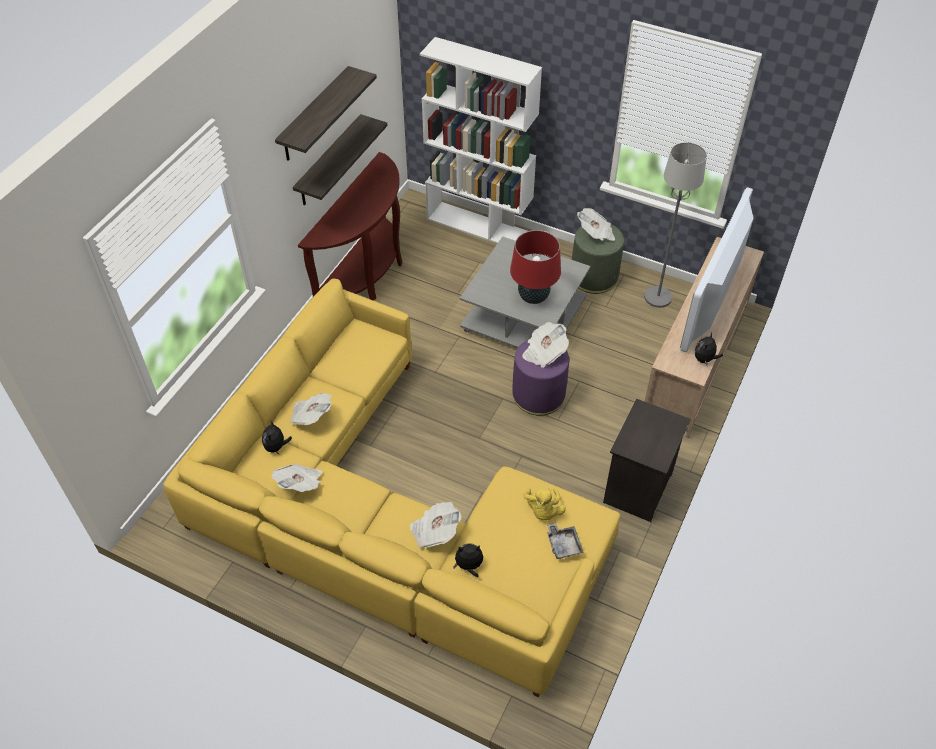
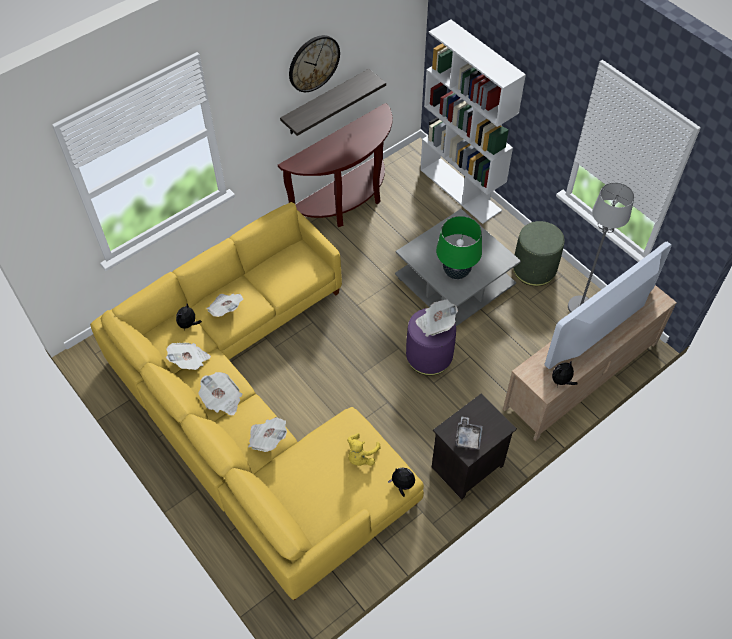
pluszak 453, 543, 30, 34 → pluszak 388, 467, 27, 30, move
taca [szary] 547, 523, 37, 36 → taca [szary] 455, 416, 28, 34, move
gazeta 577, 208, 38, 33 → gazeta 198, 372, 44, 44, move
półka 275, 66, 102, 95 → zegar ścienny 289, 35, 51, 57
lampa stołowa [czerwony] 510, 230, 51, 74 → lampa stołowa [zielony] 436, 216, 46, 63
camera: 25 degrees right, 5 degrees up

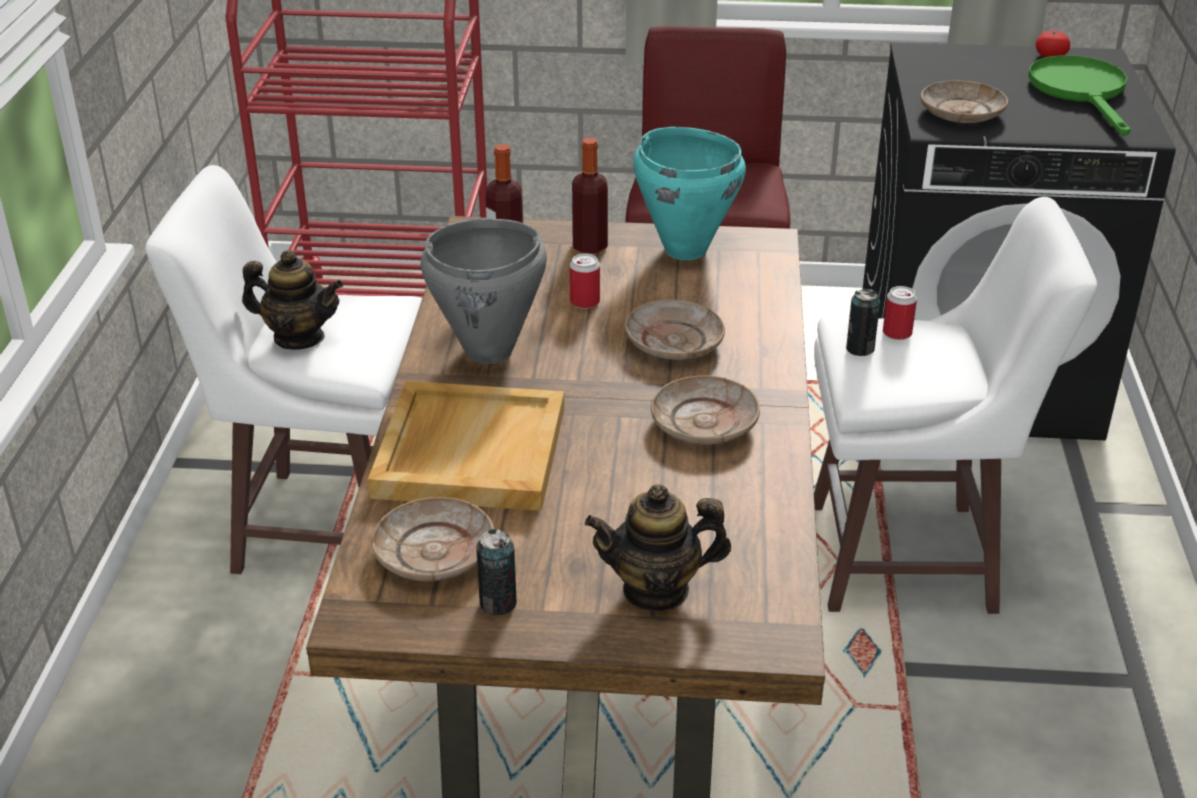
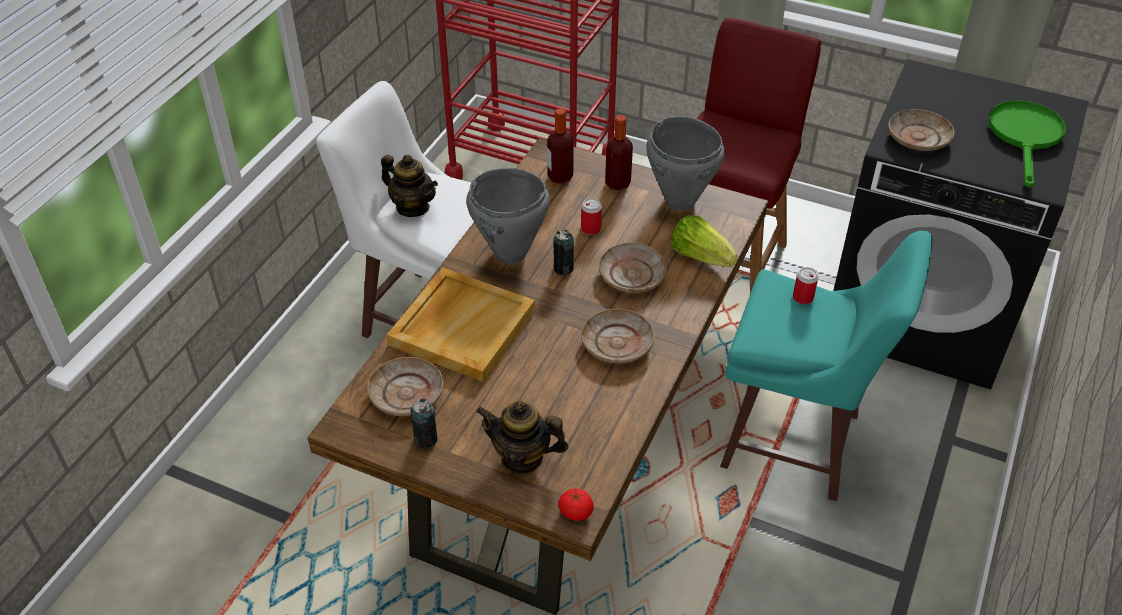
- → sałata 671, 215, 67, 52
puszka 846, 288, 34, 68 → puszka 553, 230, 21, 45, move
pomidor 1036, 30, 34, 27 → pomidor 558, 489, 36, 32, move
garnek [turkusowy] 633, 127, 113, 133 → garnek [szary] 646, 116, 79, 95
stołek [biały] 814, 197, 283, 417 → stołek [turkusowy] 720, 231, 213, 270
camera: 20 degrees right, 10 degrees up

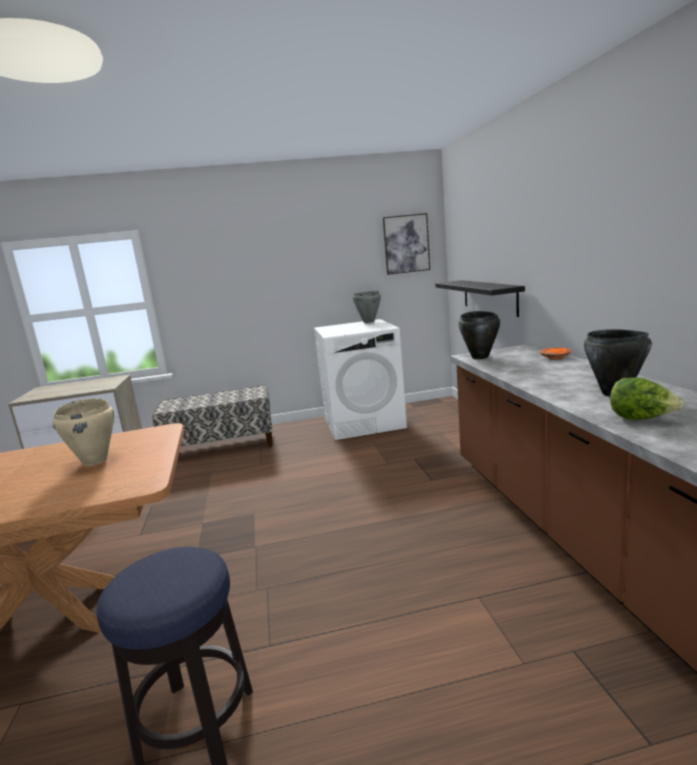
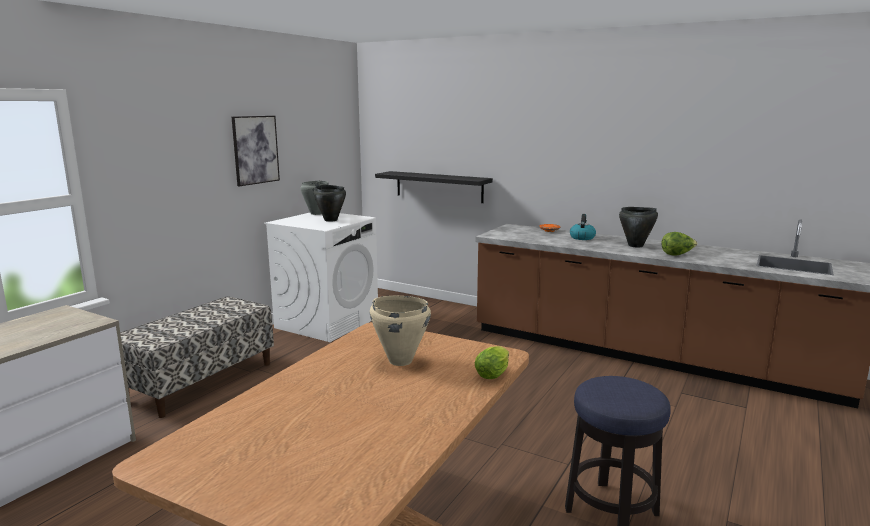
- → sałata 475, 346, 34, 33
- → czajnik 570, 214, 26, 26
obraz 383, 213, 47, 62 → obraz 232, 116, 48, 70, move
garnek [czarny] 458, 311, 42, 48 → garnek [czarny] 314, 185, 32, 37, move
camera: 50 degrees left, 0 degrees up

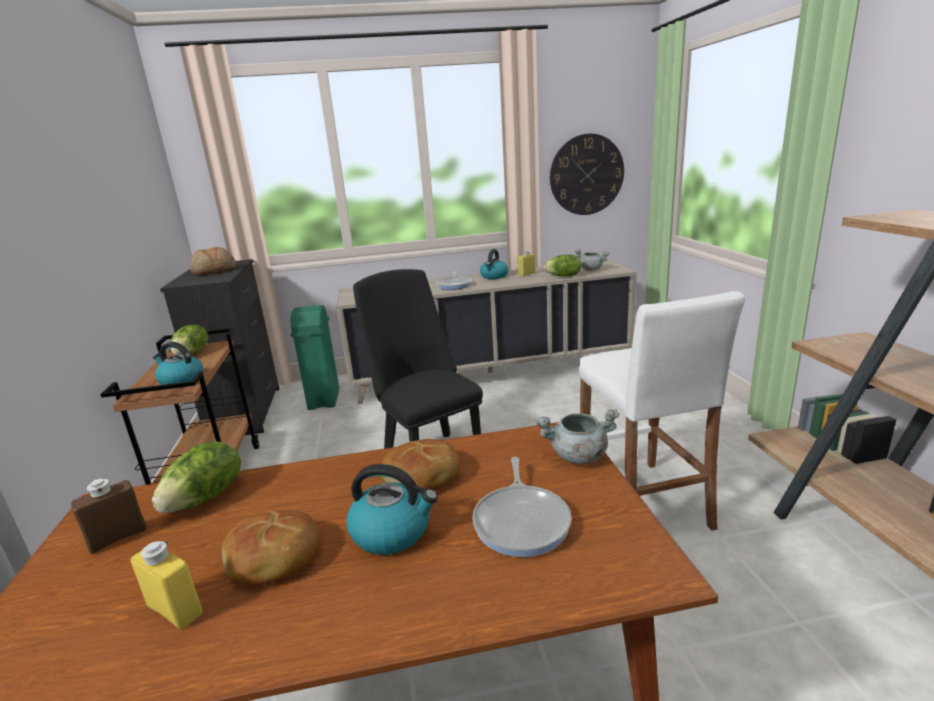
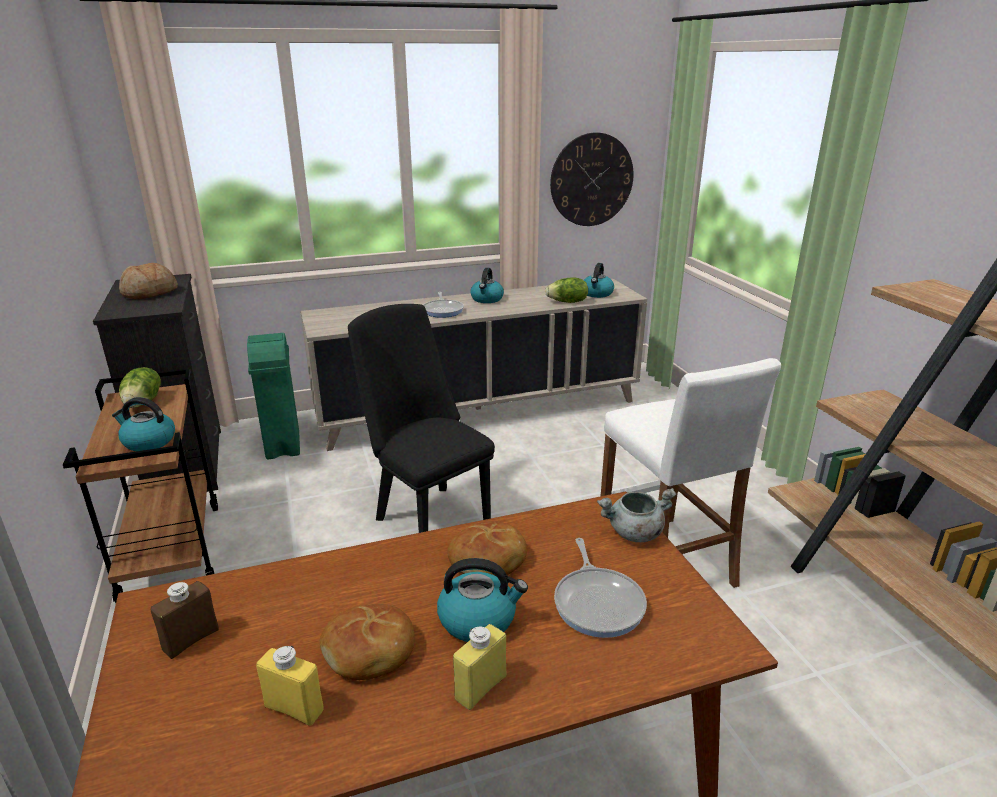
sałata 152, 441, 89, 72 → -
butelka [żółty] 518, 250, 17, 27 → butelka [żółty] 453, 624, 53, 86, move
garnek [szary] 575, 249, 34, 22 → czajnik 584, 263, 30, 35
camera: 10 degrees left, 5 degrees up

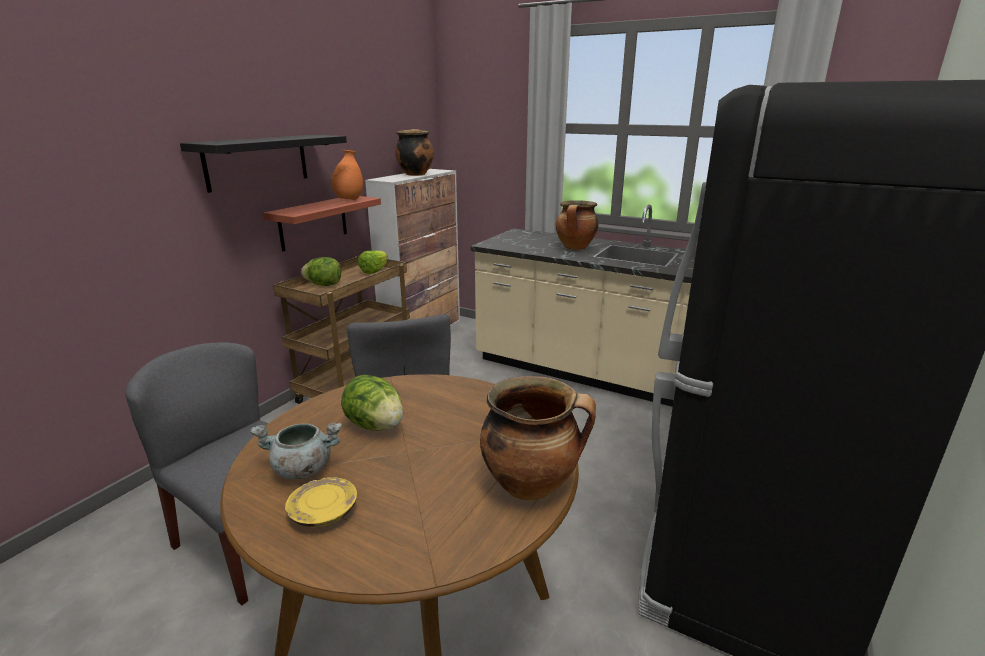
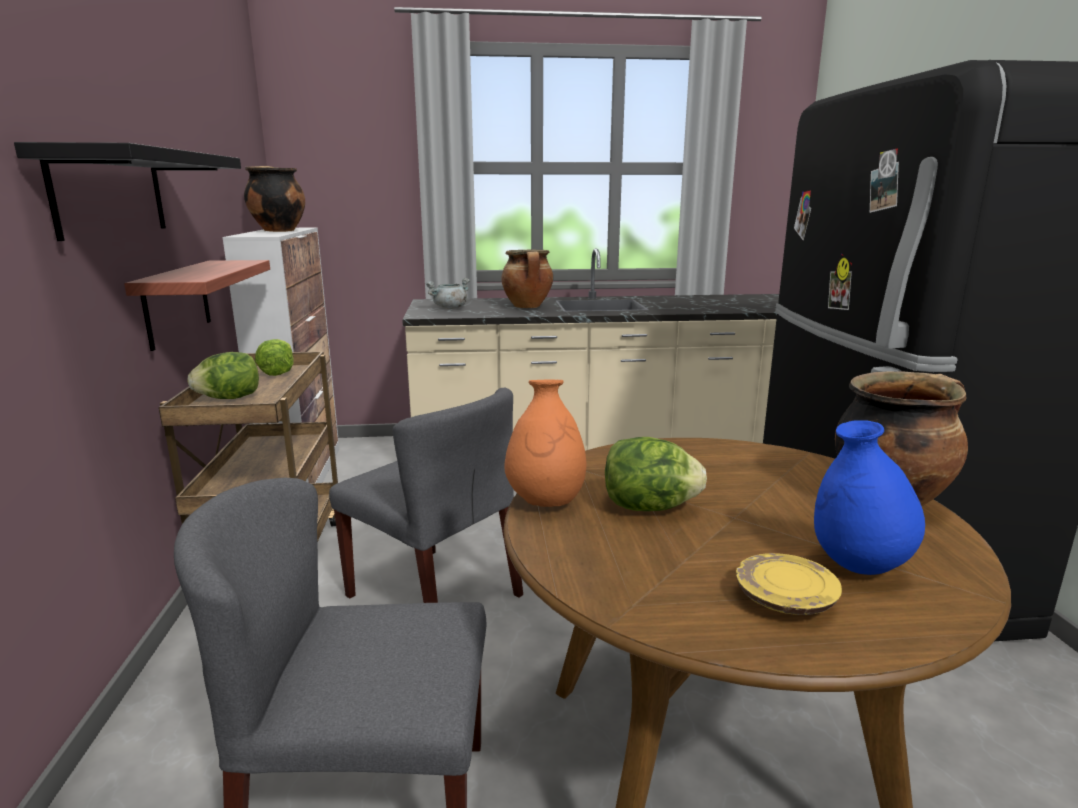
- → wazon [niebieski] 814, 420, 111, 155
garnek [szary] 250, 423, 92, 56 → garnek [szary] 425, 278, 45, 31, move
wazon [pomarańczowy] 331, 150, 32, 50 → wazon [pomarańczowy] 505, 379, 82, 128, move
camera: 35 degrees left, 5 degrees down

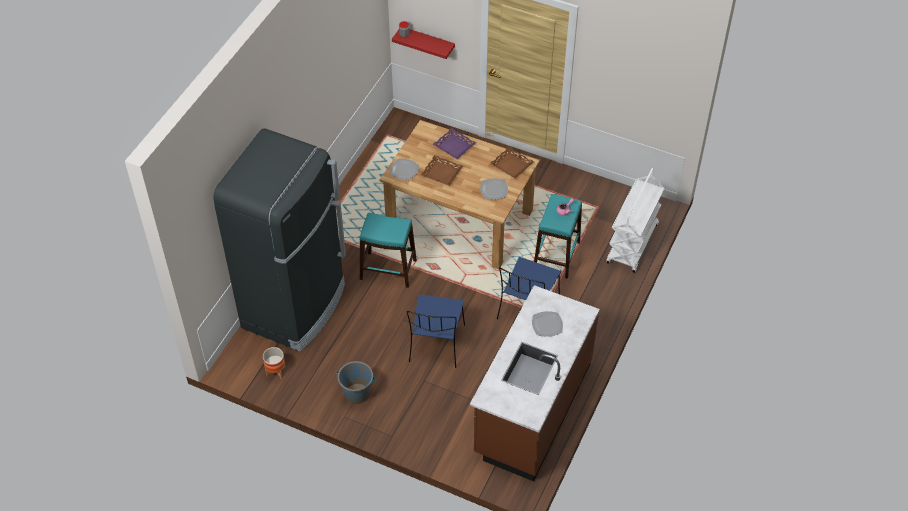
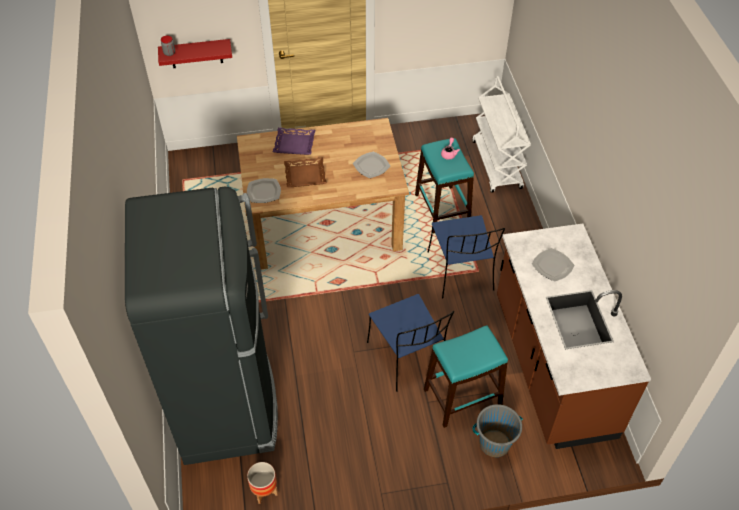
taca [brązowy] 490, 146, 44, 33 → -
wiadro [szary] 336, 361, 40, 43 → wiadro [szary] 473, 404, 50, 53, move
stołek [turkusowy] 359, 213, 58, 75 → stołek [turkusowy] 424, 325, 84, 103, move
camera: 35 degrees left, 0 degrees up

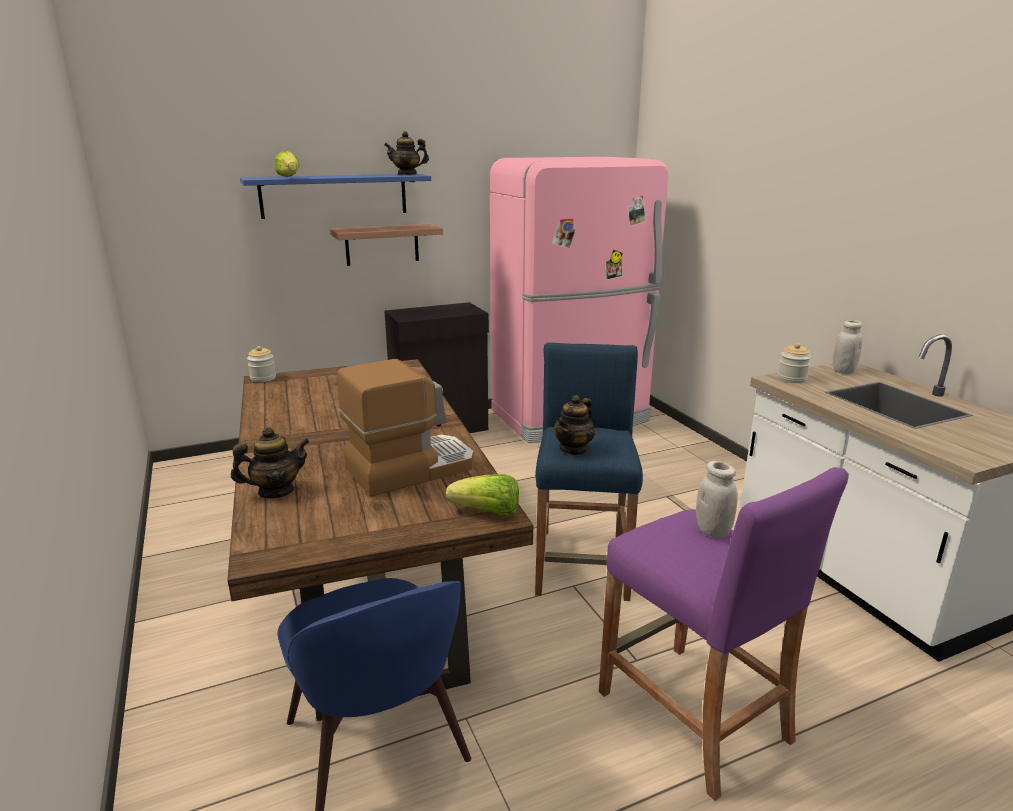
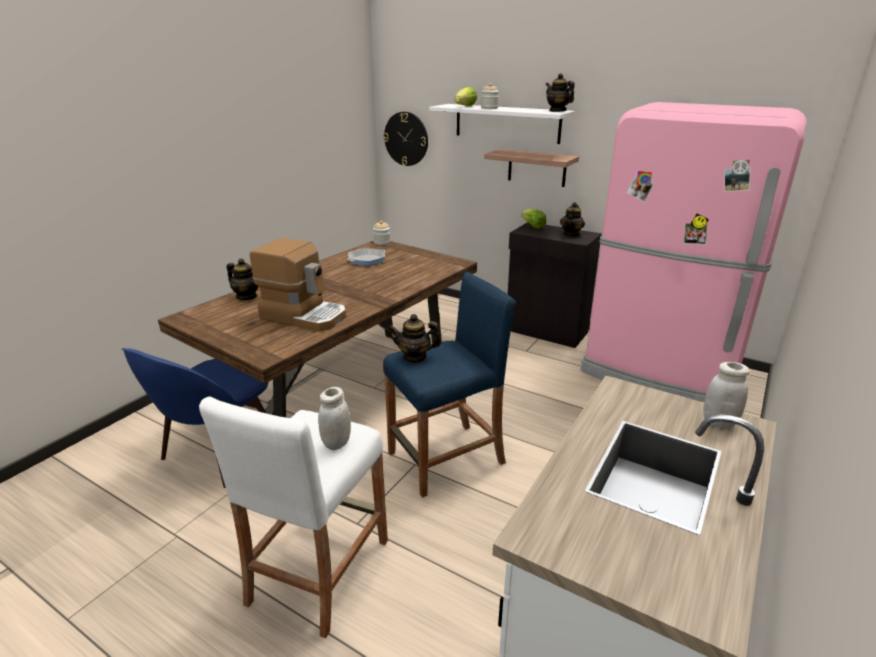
- → patelnia 347, 248, 38, 18
- → zegar ścienny 383, 112, 45, 54
- → imbryk 560, 202, 25, 35
sałata 446, 474, 73, 42 → sałata 521, 209, 25, 20, move
słoik 778, 343, 33, 40 → słoik 481, 83, 18, 26, move
półka [niebieski] 240, 174, 191, 45 → półka [biały] 429, 104, 146, 40
stołek [fioletowy] 599, 467, 250, 334 → stołek [biały] 199, 396, 189, 242
camera: 55 degrees right, 5 degrees up

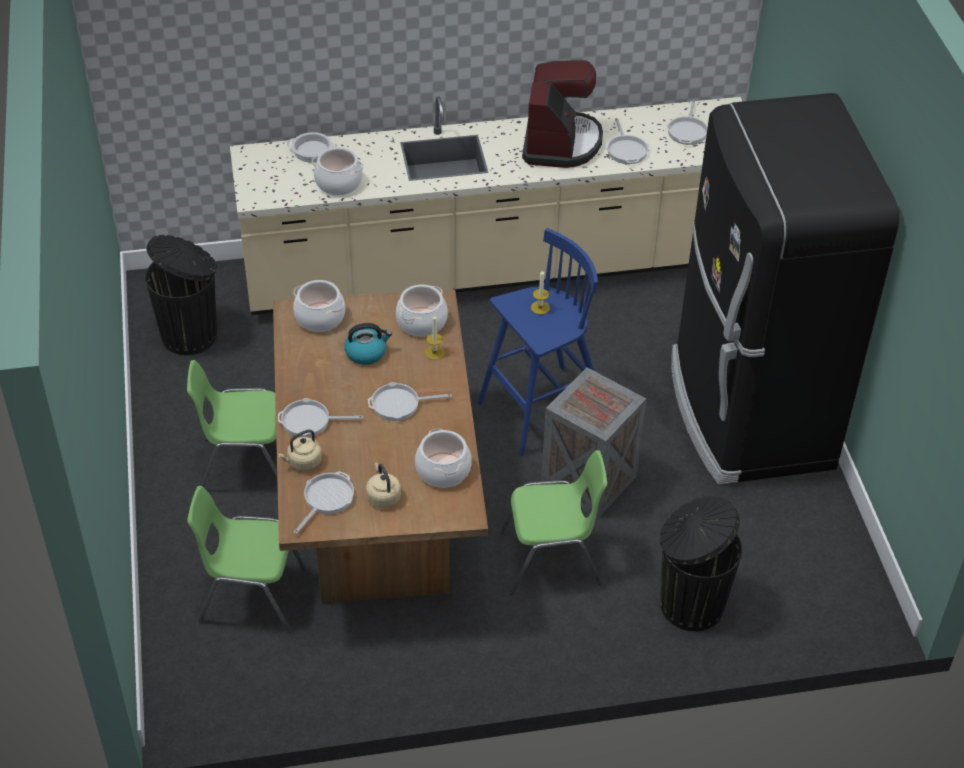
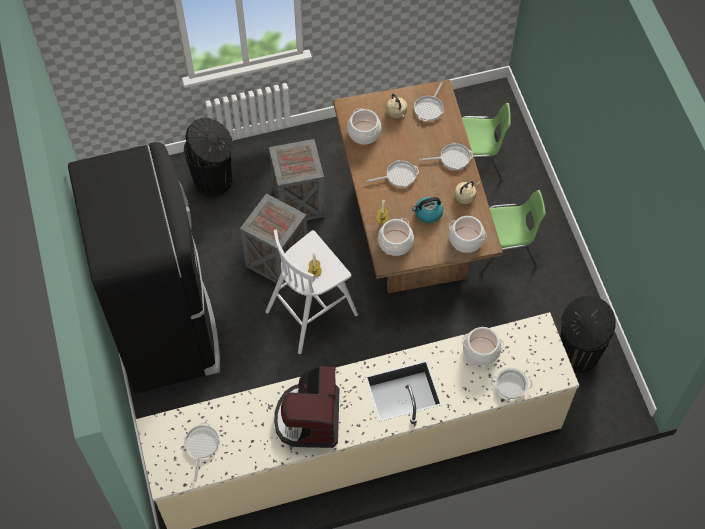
patelnia 607, 118, 42, 46 → -
czajnik [beżowy] 277, 429, 45, 42 → czajnik [beżowy] 454, 181, 27, 23, move
krzesło [zielony] 500, 450, 107, 145 → skrzynka 269, 139, 57, 81
stołek [niebieski] 478, 228, 120, 228 → stołek [biały] 265, 230, 93, 124
camera: 175 degrees right, 15 degrees up

